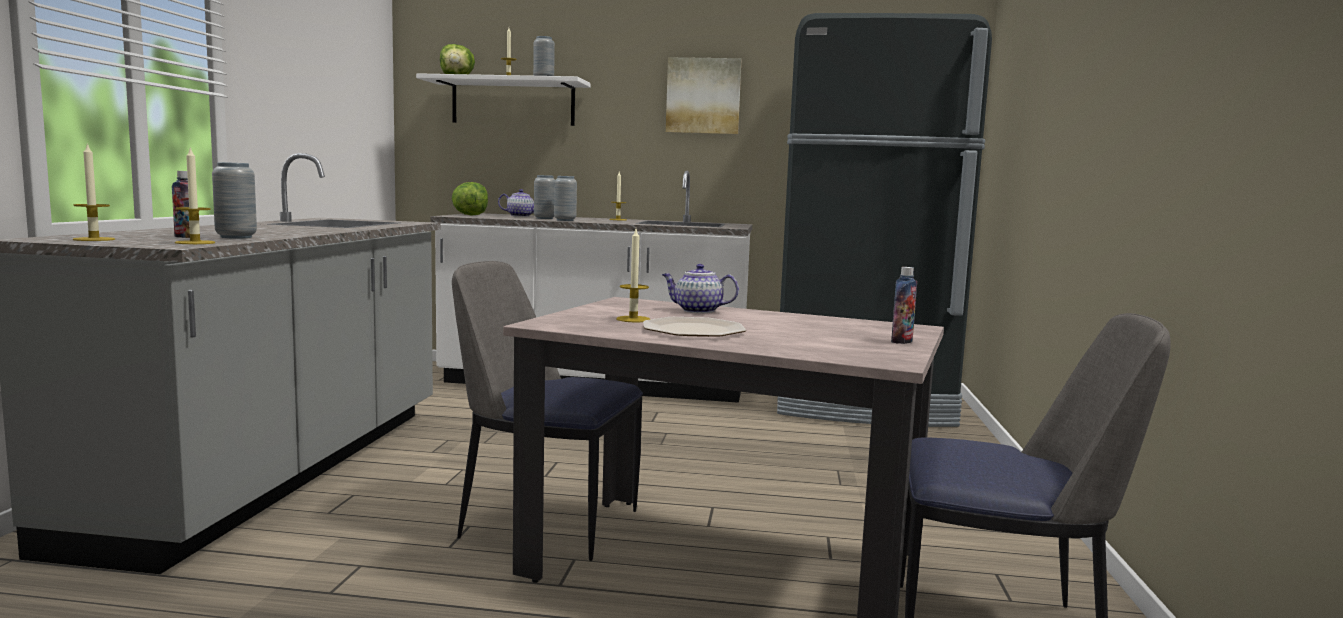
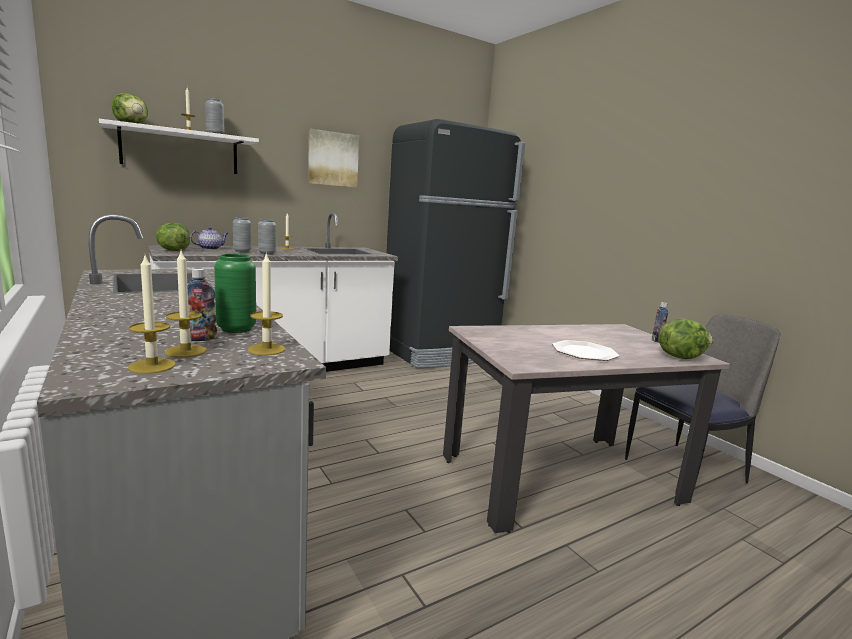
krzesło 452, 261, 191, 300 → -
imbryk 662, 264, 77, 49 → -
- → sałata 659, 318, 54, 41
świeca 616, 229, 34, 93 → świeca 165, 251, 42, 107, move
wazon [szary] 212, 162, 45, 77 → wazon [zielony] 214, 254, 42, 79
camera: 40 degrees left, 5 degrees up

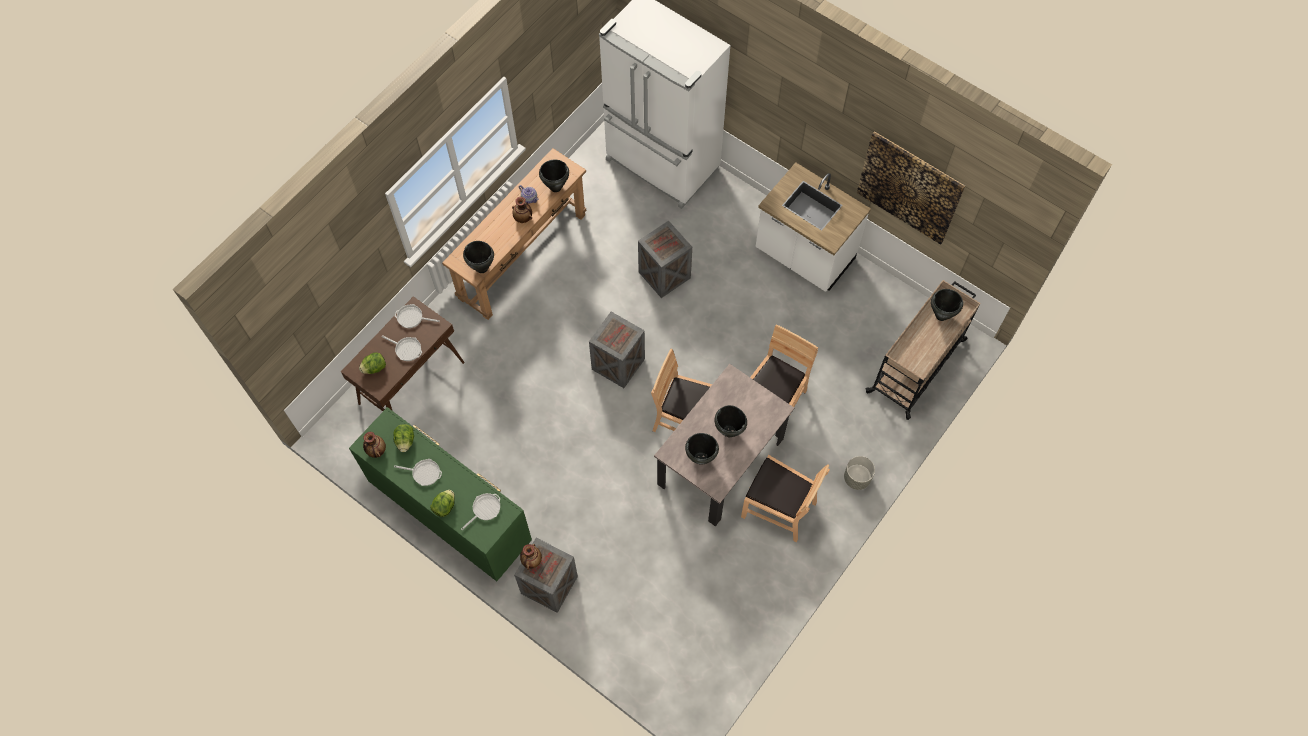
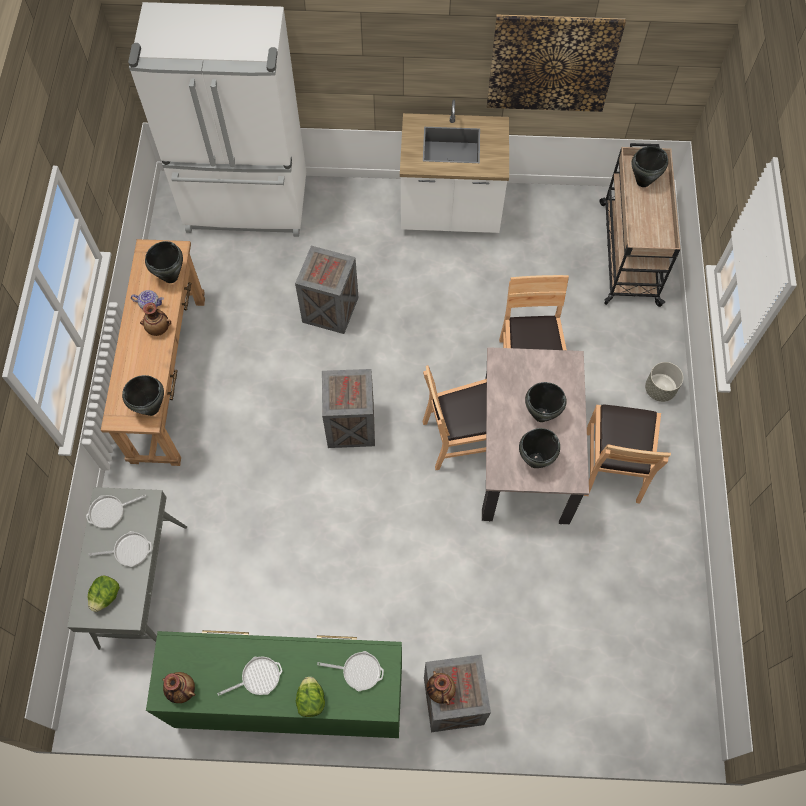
sałata 393, 424, 21, 28 → -
stolik konsolowy [brązowy] 341, 296, 124, 115 → stolik konsolowy [szary] 67, 487, 120, 163
patelnia 461, 493, 39, 37 → patelnia 317, 651, 67, 40, 90 degrees clockwise
krzesło [brązowy] 741, 455, 89, 88 → krzesło [brązowy] 584, 405, 87, 99, 105 degrees clockwise
camera: 35 degrees left, 0 degrees up

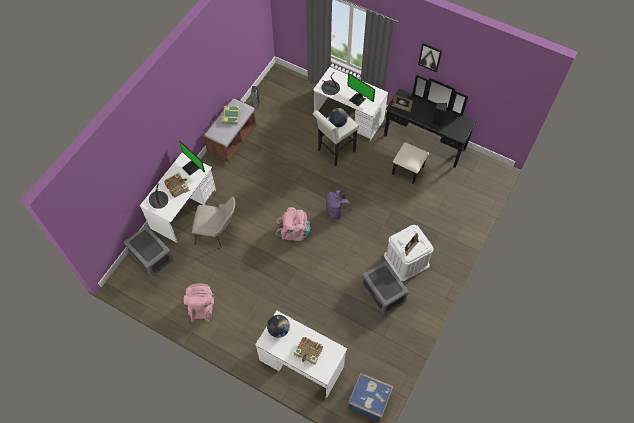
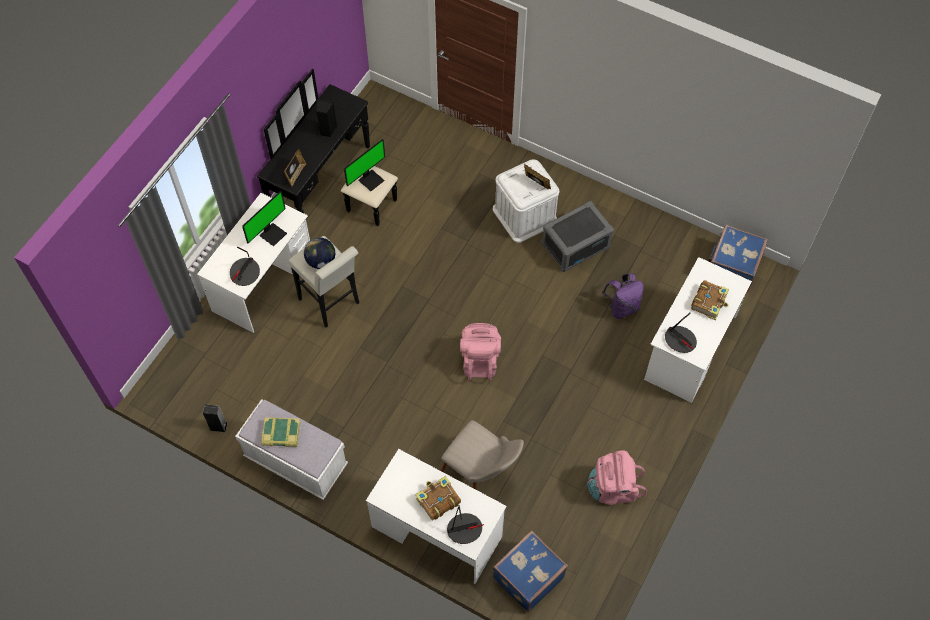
obraz 418, 43, 24, 29 → -
monitor 179, 140, 26, 35 → monitor 344, 139, 41, 52, move
plecak [fioletowy] 326, 190, 26, 31 → plecak [fioletowy] 602, 273, 42, 46, move
pojemnik do przechowywania [szary] 124, 225, 50, 52 → walizka [niebieski] 493, 530, 75, 82
globus 267, 315, 23, 23 → lampa stołowa 665, 313, 32, 40
ławka [brązowy] 203, 98, 54, 65 → ławka [biały] 235, 399, 113, 101
krzesło [beżowy] 192, 197, 43, 51 → krzesło [beżowy] 441, 420, 83, 70, 120 degrees clockwise
camera: 90 degrees left, 0 degrees up

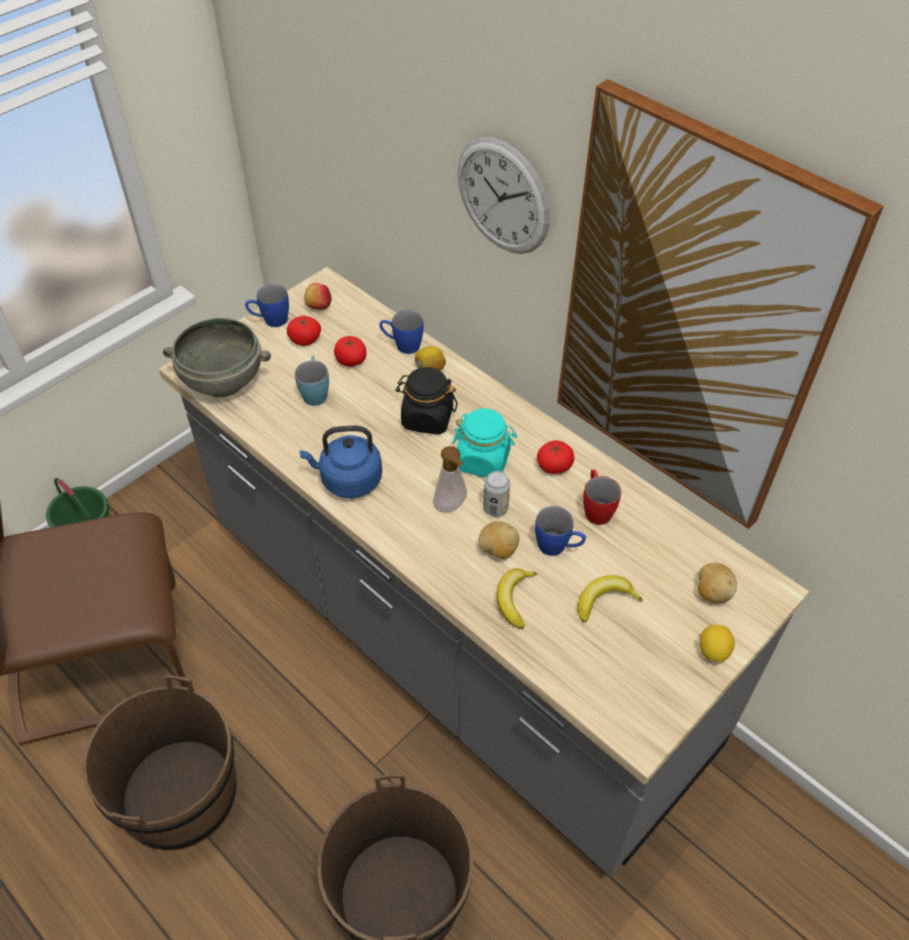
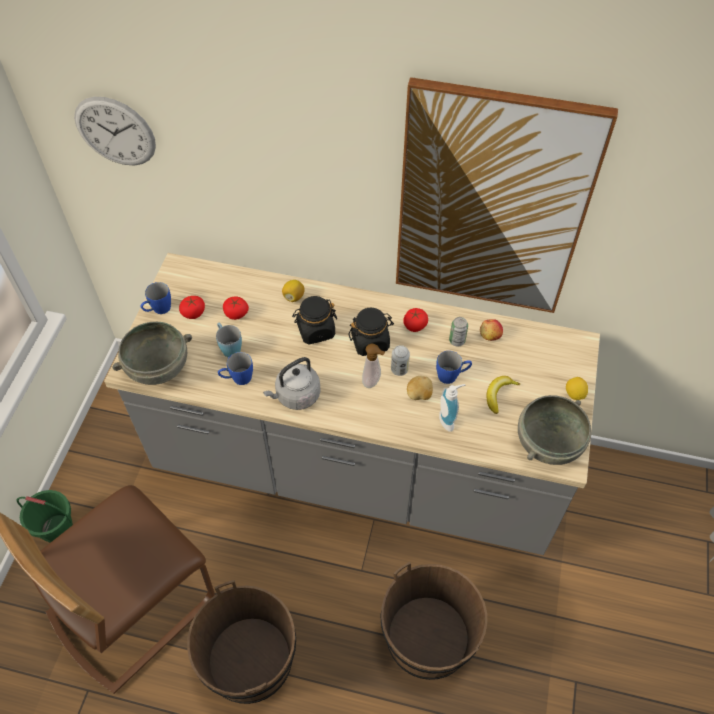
ziemniak 698, 563, 39, 40 → -
- → miska [szary] 518, 395, 73, 70
jabłko 304, 283, 27, 27 → jabłko 480, 319, 23, 22, move
kubek [niebieski] 379, 310, 45, 44 → kubek [niebieski] 218, 352, 35, 33, move
zegar ścienny 458, 137, 92, 117 → zegar ścienny 74, 97, 82, 68, move
banan 497, 568, 41, 61 → dozownik mydła 439, 384, 26, 48
kubek [czerwony] 583, 469, 38, 56 → puszka 449, 317, 19, 30
czajnik [niebieski] 299, 426, 83, 72 → czajnik [szary] 263, 357, 58, 53
słoik [turkusowy] 452, 408, 65, 69 → słoik [czarny] 349, 308, 45, 48
camera: 30 degrees left, 5 degrees up

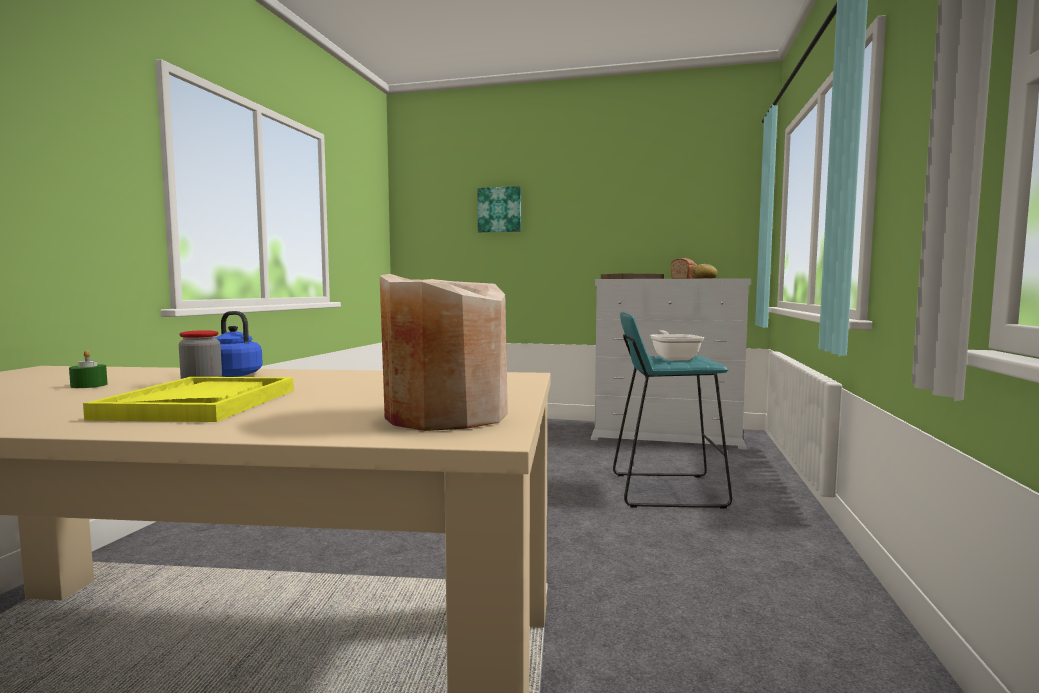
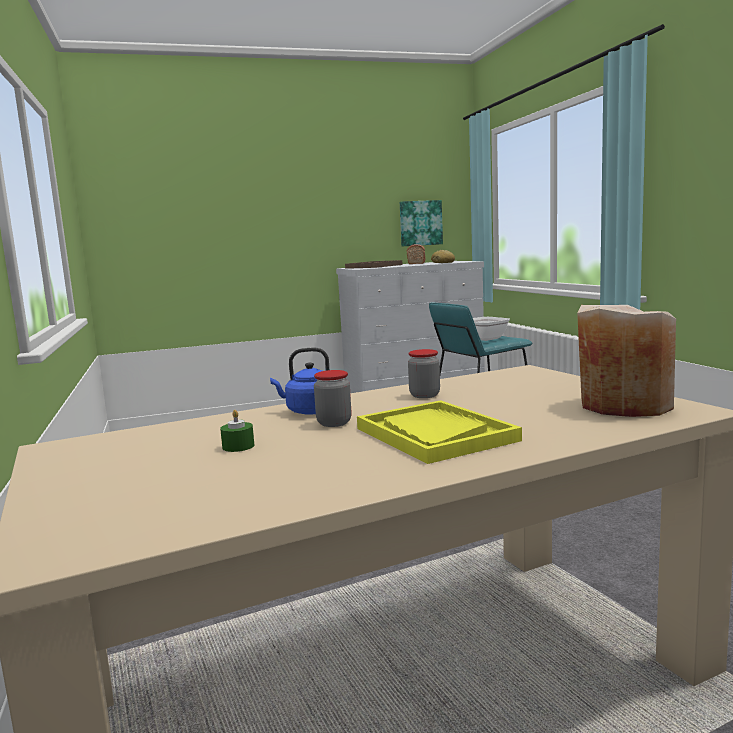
- → słoik 408, 349, 32, 49
obraz 478, 186, 43, 47 → obraz 400, 200, 43, 46, move
camera: 30 degrees left, 5 degrees up

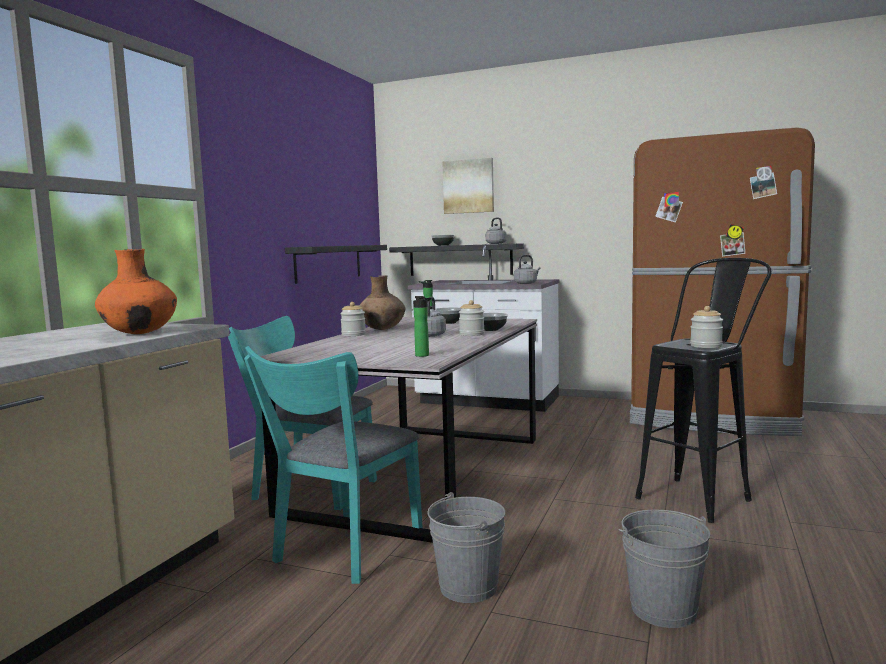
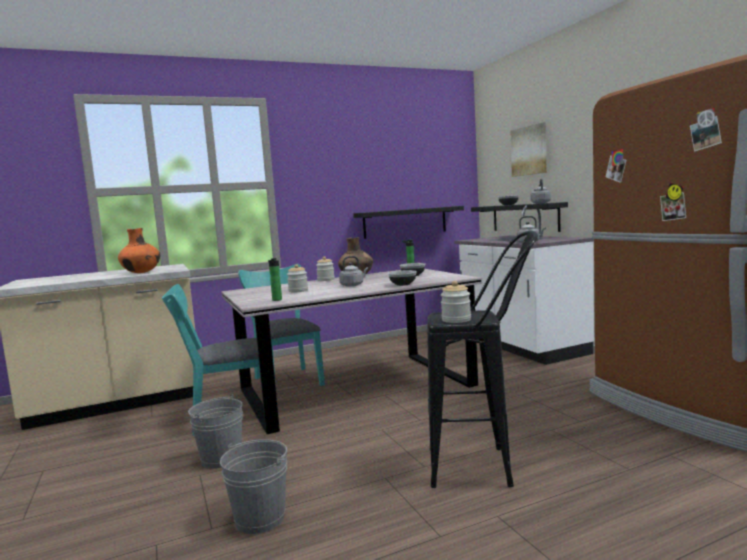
słoik 459, 300, 26, 36 → słoik 287, 264, 21, 29, move
camera: 45 degrees right, 0 degrees up

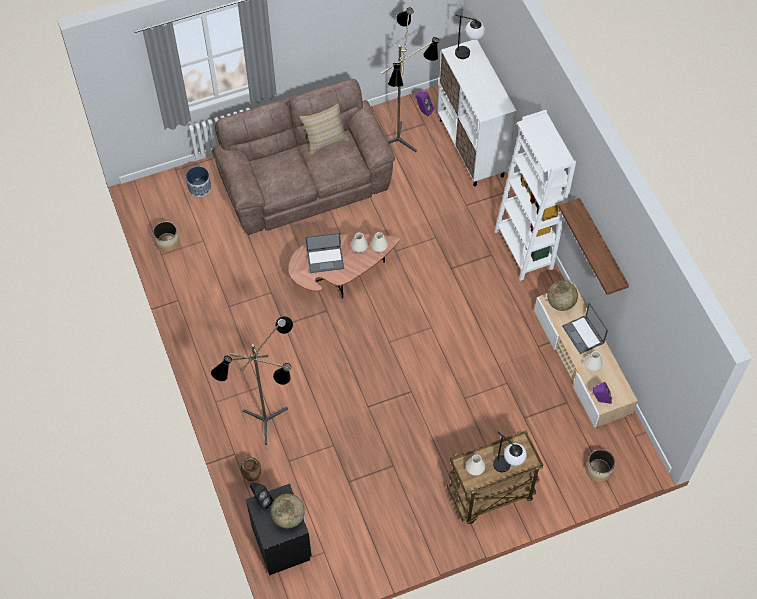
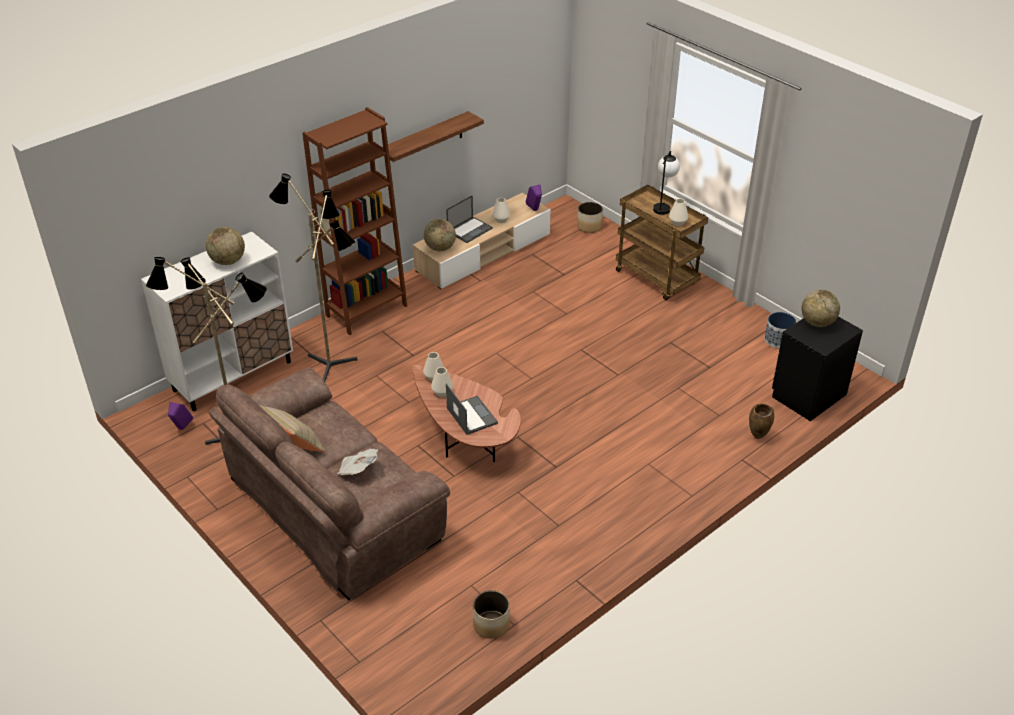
głośnik [czarny] 250, 482, 24, 29 → -
lampa stołowa 455, 14, 30, 45 → -
- → globus 206, 227, 39, 38
- → gazeta 337, 449, 41, 26
donica 186, 166, 25, 31 → donica 764, 312, 33, 36, move
lampa stojąca 211, 316, 82, 129 → lampa stojąca 269, 174, 88, 208, move
regał [biały] 494, 110, 82, 171 → regał [brązowy] 302, 107, 105, 228
camera: 110 degrees left, 20 degrees down

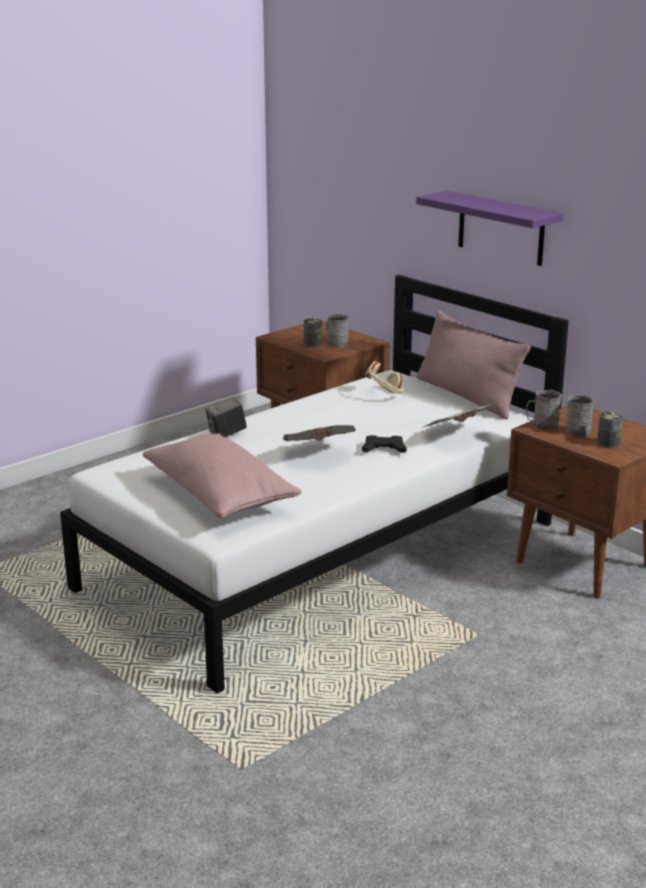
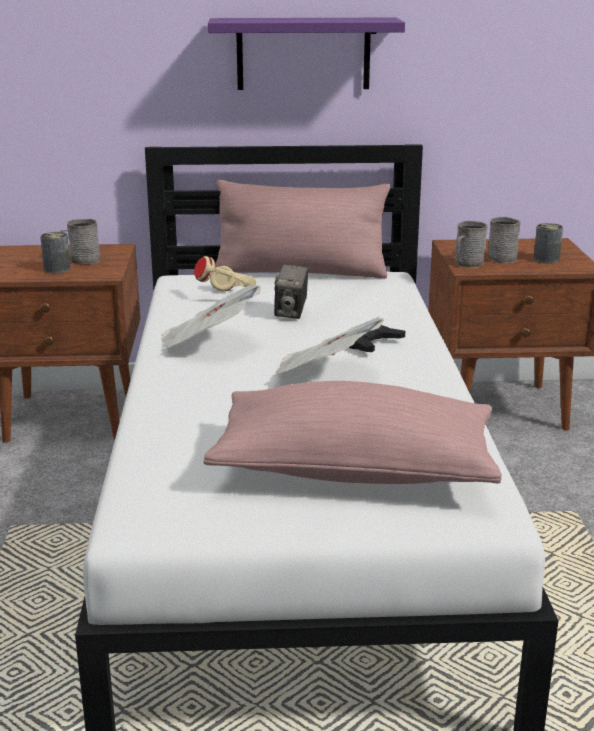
aparat fotograficzny 205, 397, 42, 40 → aparat fotograficzny 274, 264, 34, 55, move
gazeta 424, 403, 75, 24 → gazeta 161, 285, 100, 65, move
camera: 50 degrees left, 0 degrees up

